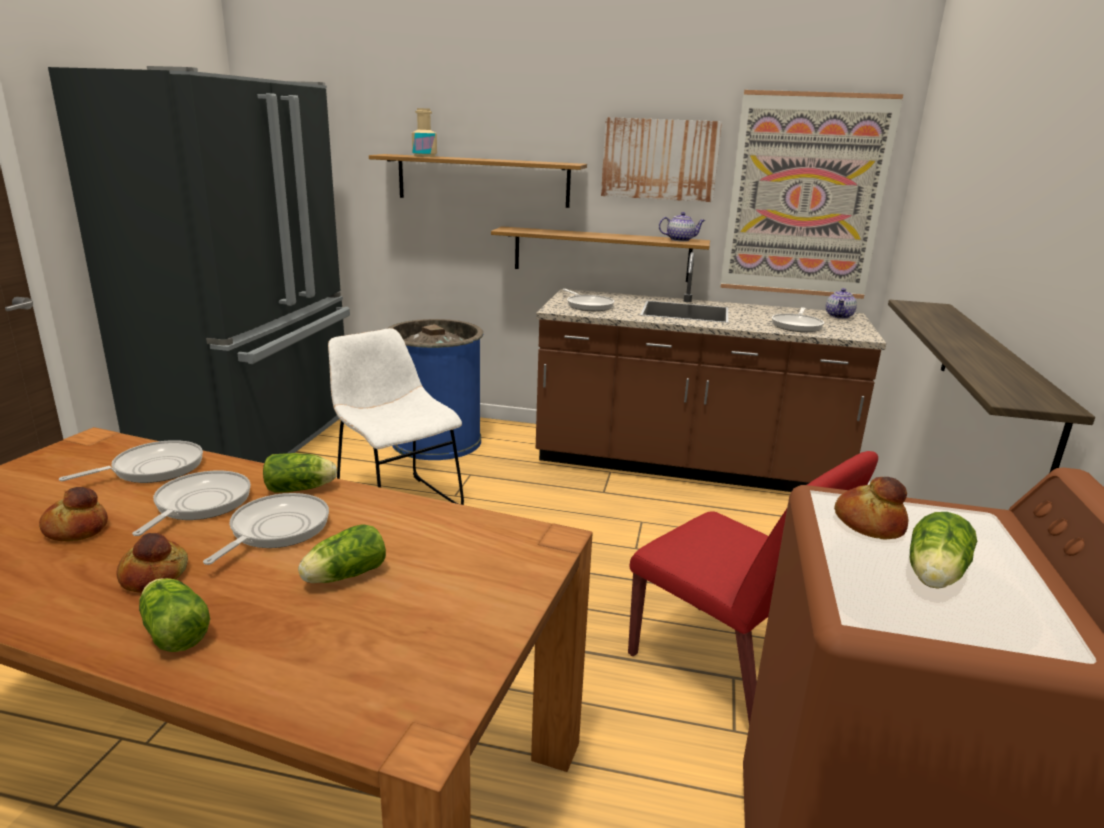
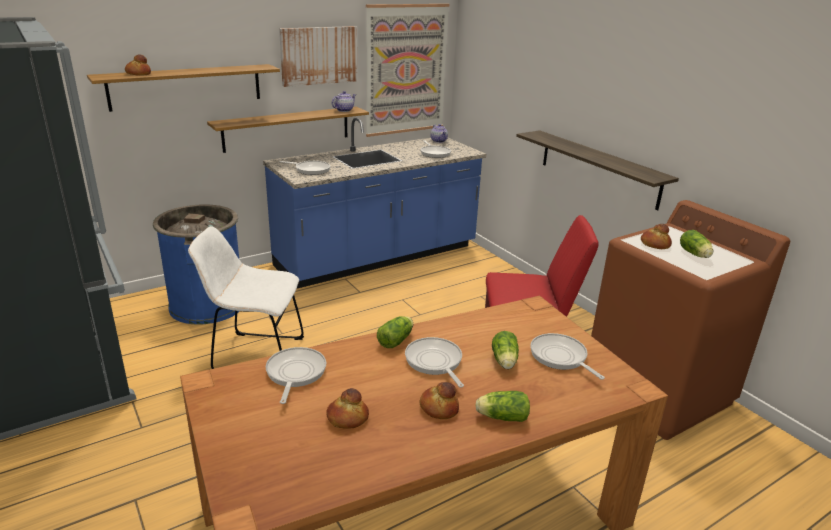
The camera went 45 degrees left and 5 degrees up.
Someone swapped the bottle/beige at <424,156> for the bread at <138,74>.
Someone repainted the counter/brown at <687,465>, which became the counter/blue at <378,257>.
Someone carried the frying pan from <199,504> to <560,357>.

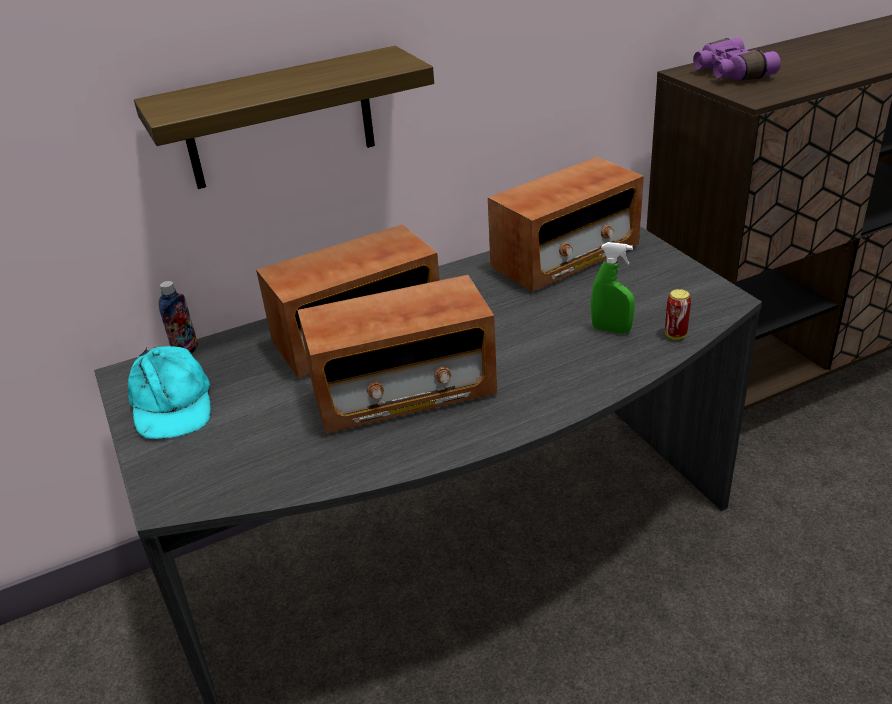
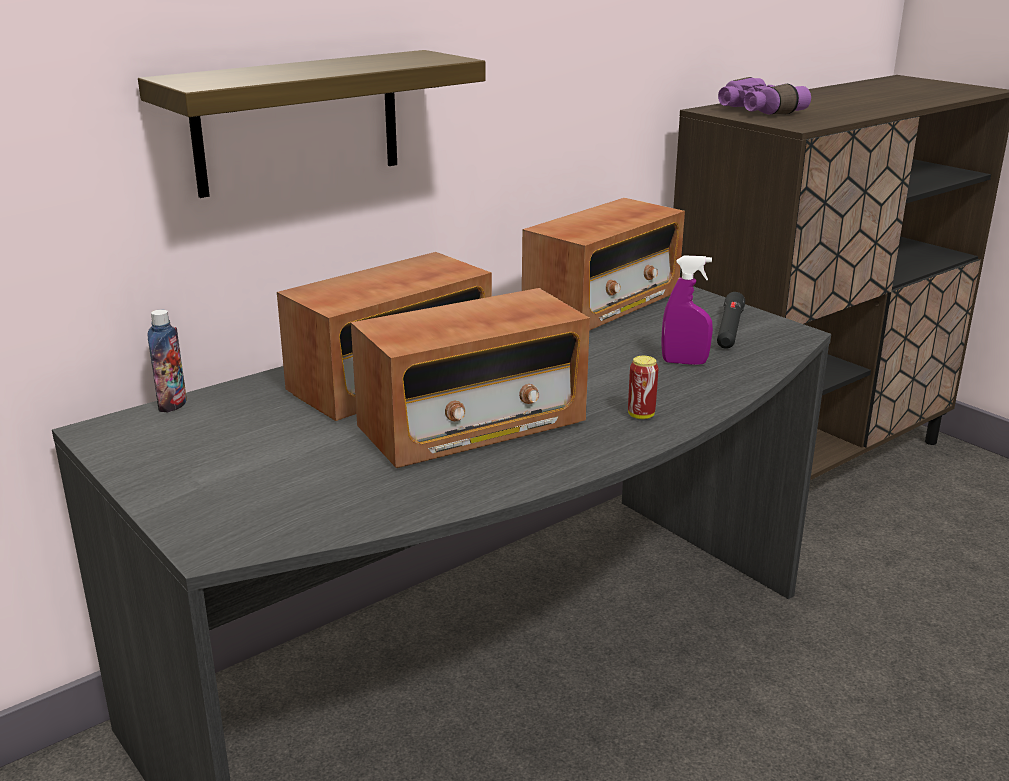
The camera went 15 degrees left and 10 degrees down.
Someone repainted the spray bottle/green at <611,329>, which became the spray bottle/purple at <684,362>.
Someone carried the can from <675,335> to <641,415>.
Someone took away the cap/turquoise at <172,404>.
Someone put down the flashlight/black at <729,330>.

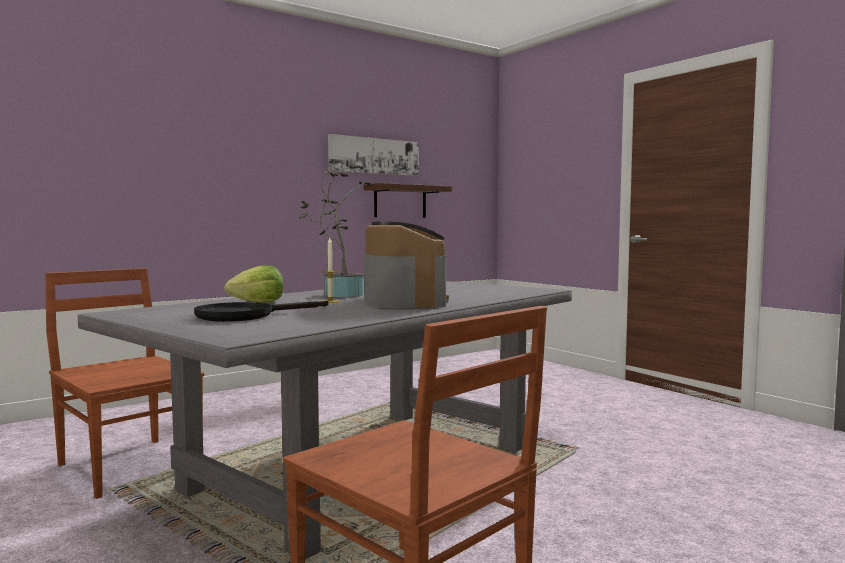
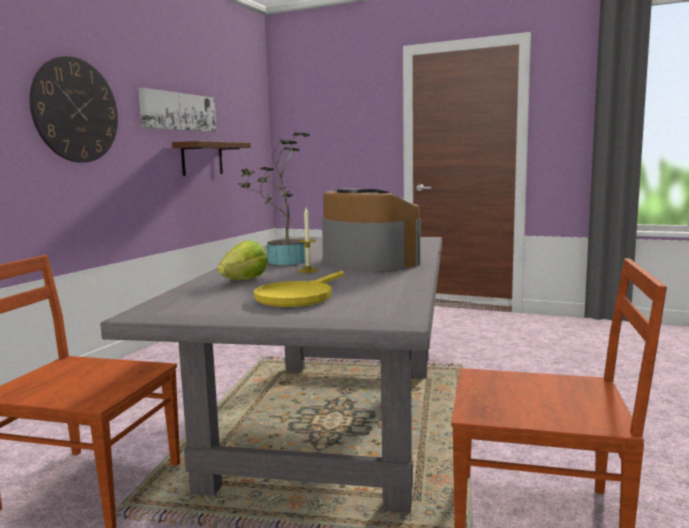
The camera went 30 degrees left and 5 degrees up.
Someone repainted the frying pan/black at <245,316>, which became the frying pan/yellow at <299,296>.
Someone put up the wall clock at <76,110>.

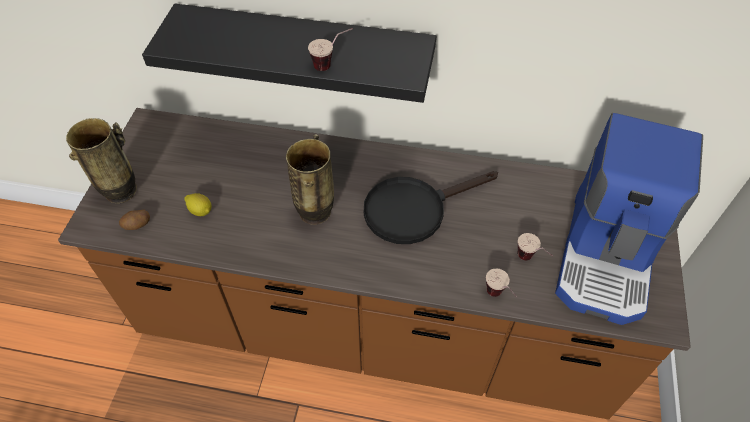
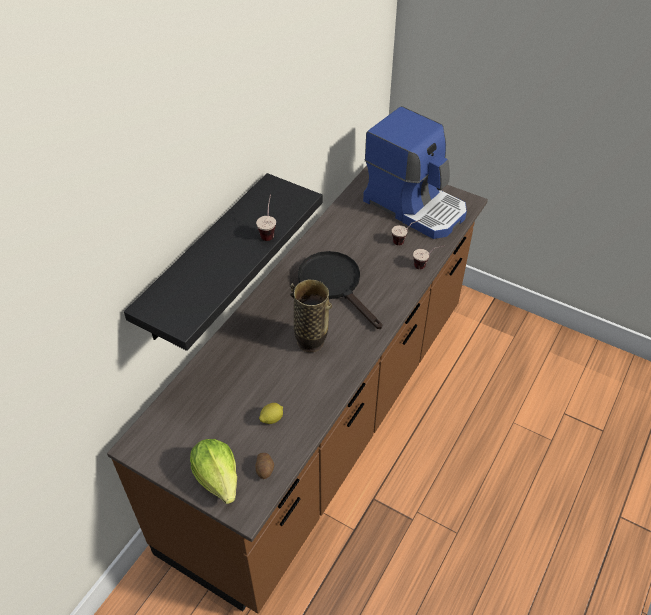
The camera went 70 degrees left and 5 degrees down.
Someone swapped the vase at <121,192> for the lettuce at <218,478>.
Someone rotated the frying pan/black at <414,209> by 150 degrees clockwise.

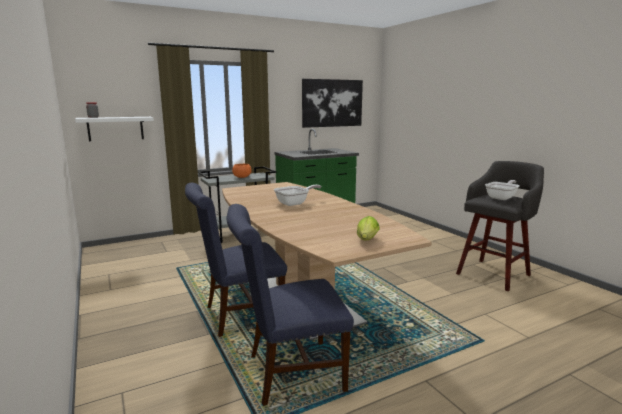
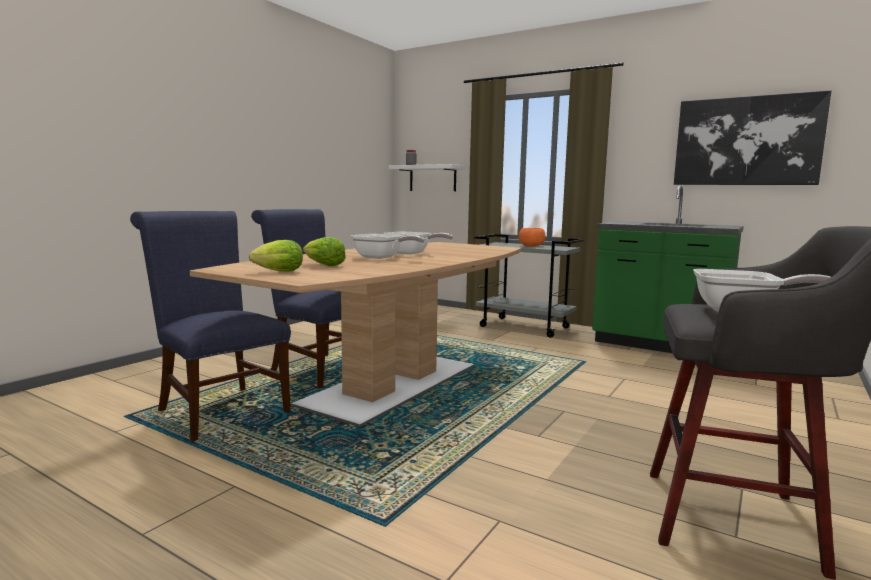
The camera went 60 degrees right and 5 degrees down.
Someone put down the frying pan at <382,258>.
Someone put down the lettuce at <323,265>.

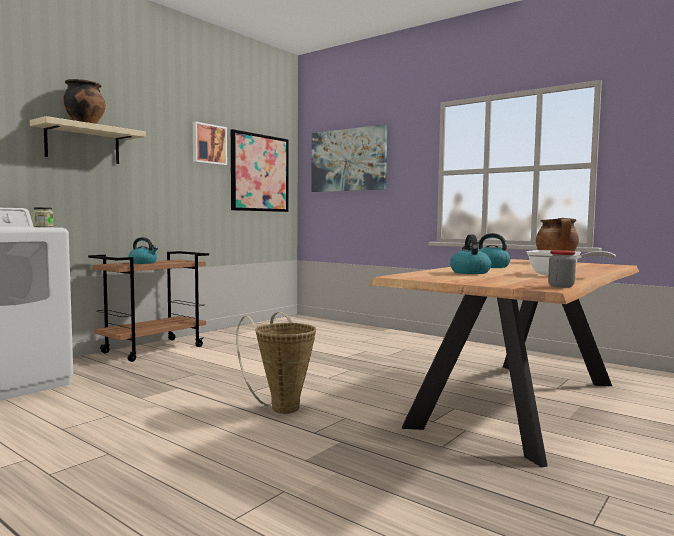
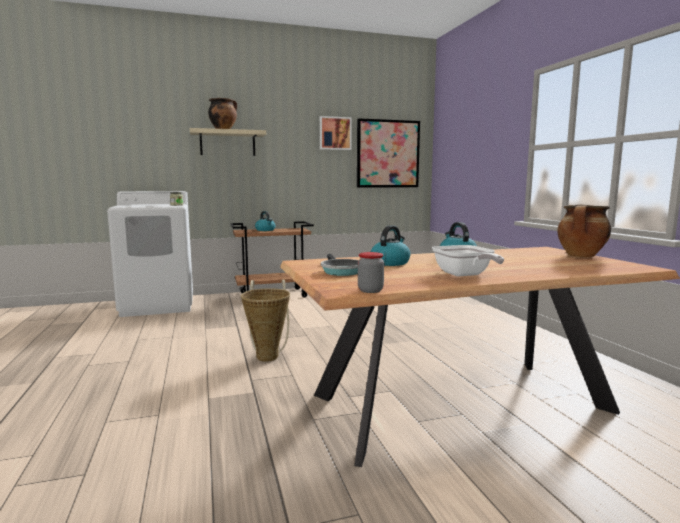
The camera went 35 degrees right and 5 degrees up.
Someone took away the picture at <348,160>.
Someone put down the frying pan at <340,271>.

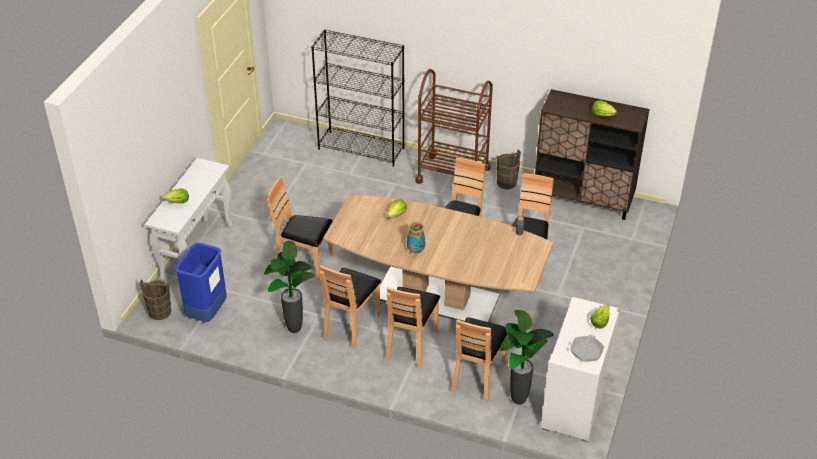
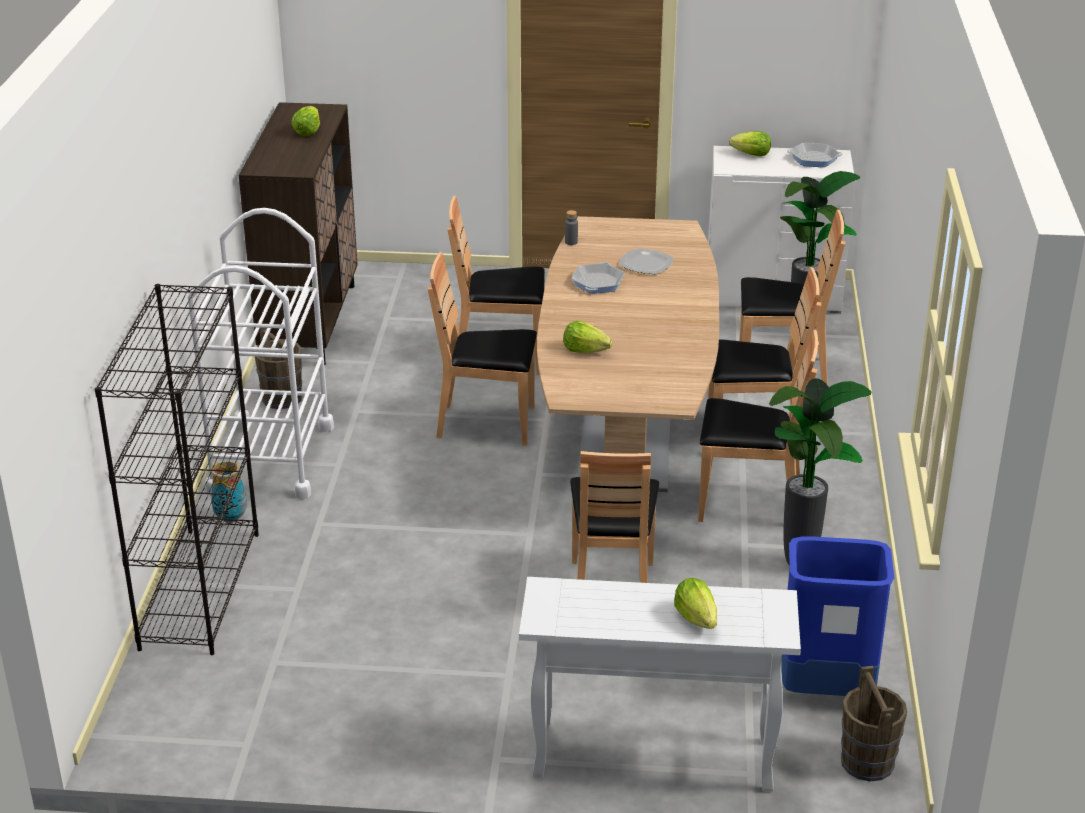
The camera went 105 degrees left and 10 degrees down.
Someone repainted the cart/brown at <453,175>, which became the cart/white at <271,458>.
Someone carried the vase from <416,250> to <230,518>.
Someone put down the plate at <646,264>.
Someone put down the frying pan at <598,283>.

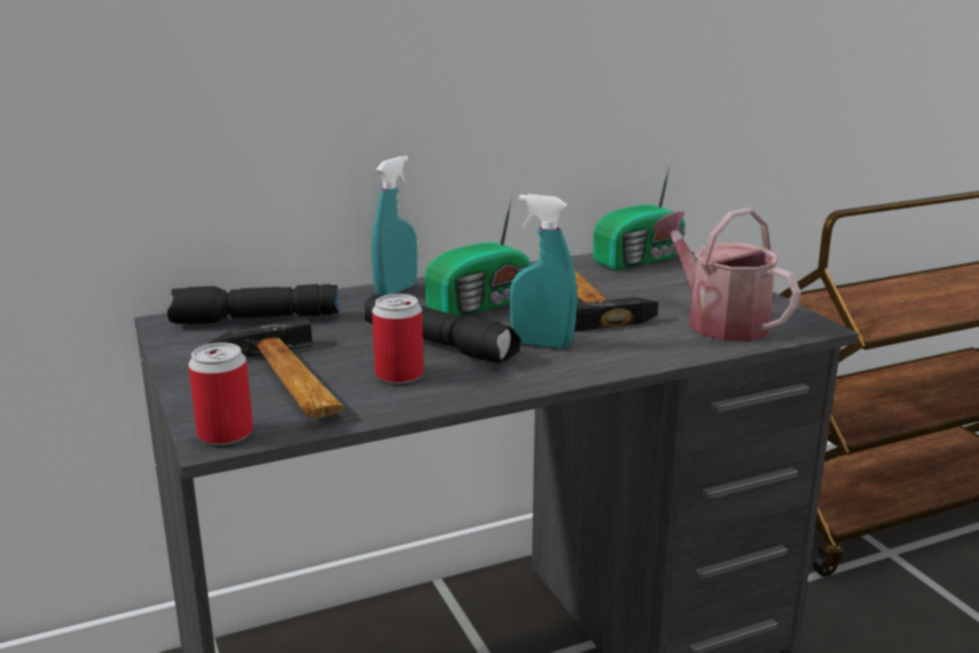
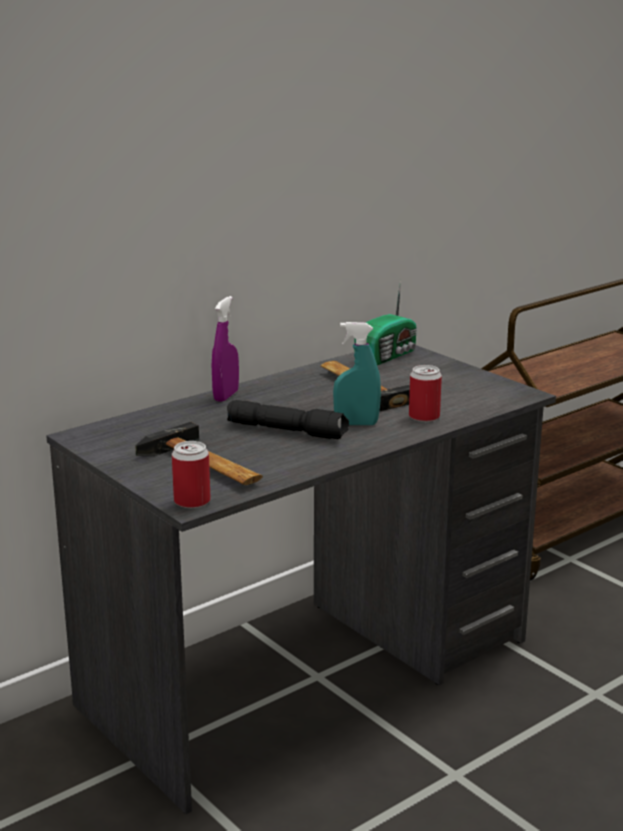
The camera went 15 degrees left and 0 degrees up.
Someone repainted the spray bottle/turquoise at <396,290>, which became the spray bottle/purple at <226,396>.
Someone took away the radio at <483,304>.
Someone took away the watering can at <719,321>.
Someone took away the flashlight/black at <254,320>.
Someone carried the can from <399,375> to <424,417>.

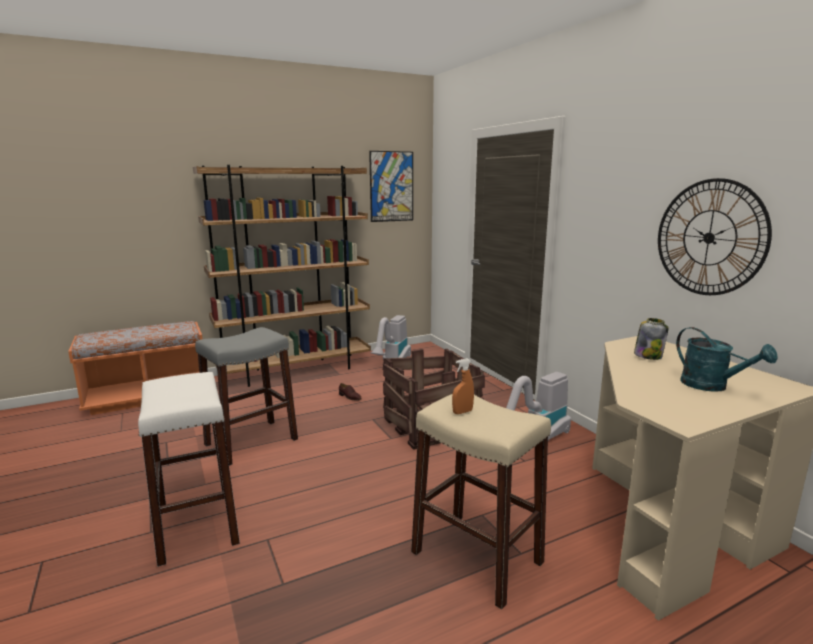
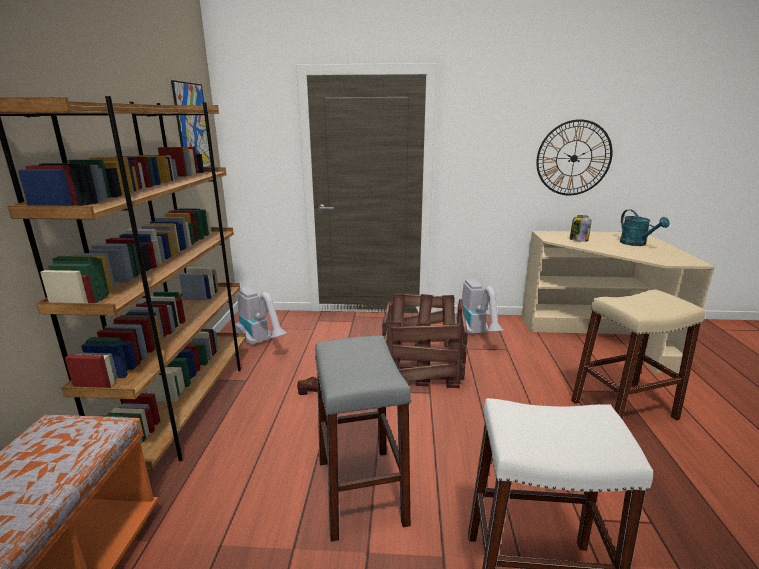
The camera went 60 degrees left and 5 degrees up.
Someone rotated the watering can/turquoise at <712,386> by 75 degrees clockwise.
Someone took away the spray bottle/orange at <462,412>.

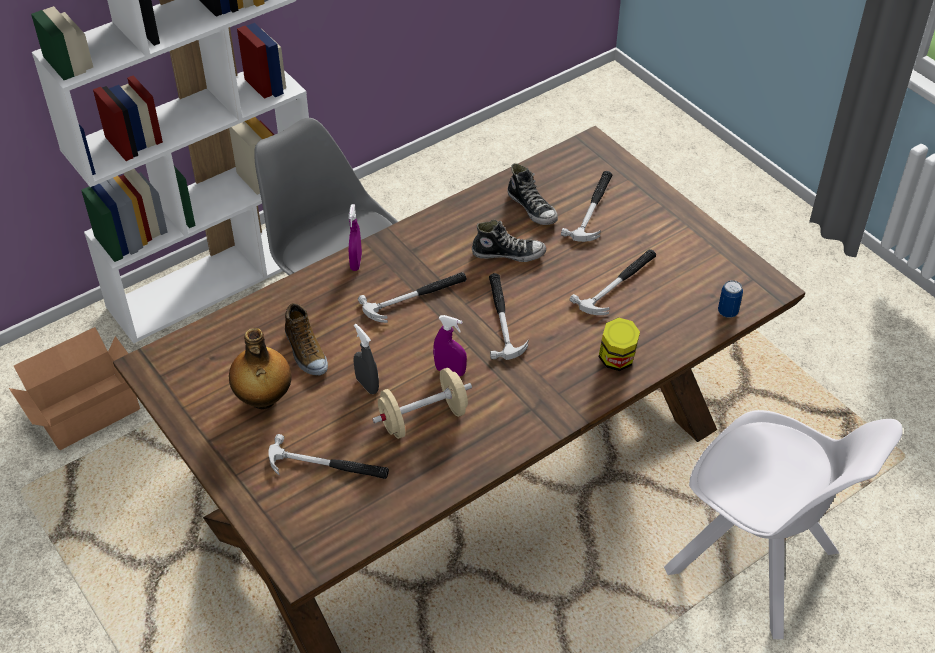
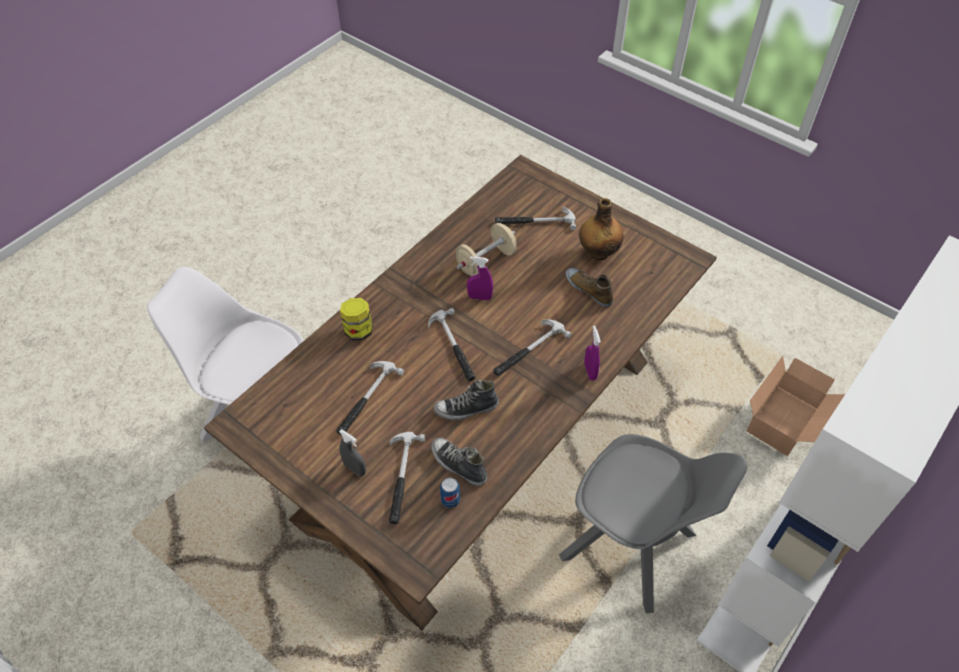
The camera went 165 degrees right and 5 degrees up.
Someone carried the can from <727,312> to <450,500>.
Someone carried the spray bottle/grey from <367,385> to <355,469>.

